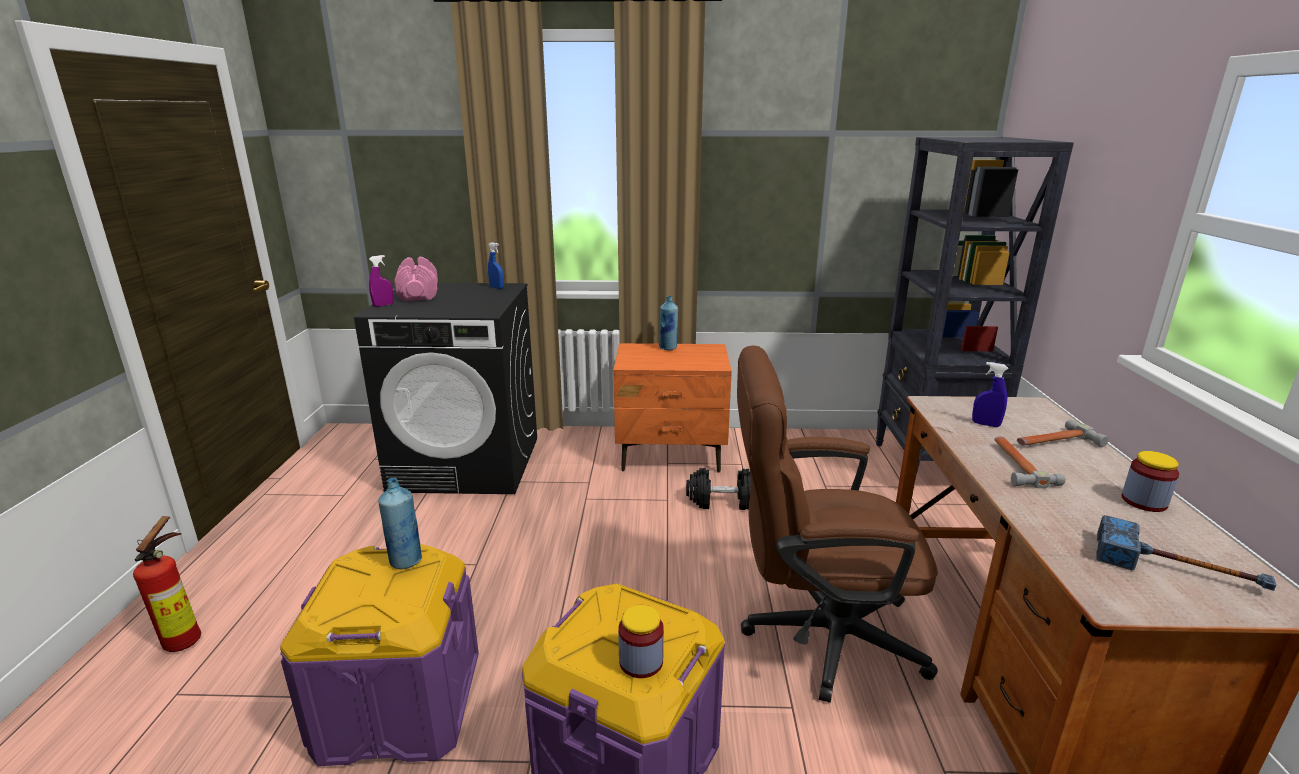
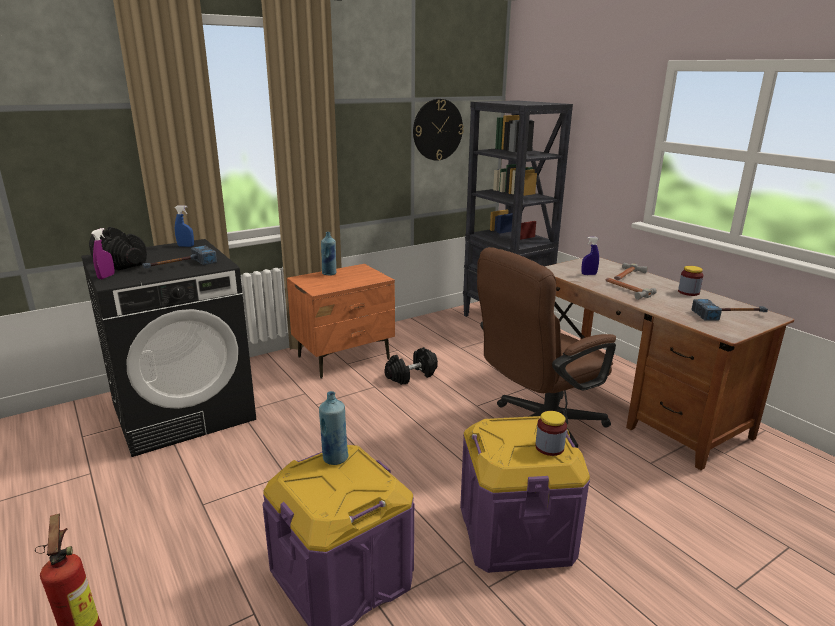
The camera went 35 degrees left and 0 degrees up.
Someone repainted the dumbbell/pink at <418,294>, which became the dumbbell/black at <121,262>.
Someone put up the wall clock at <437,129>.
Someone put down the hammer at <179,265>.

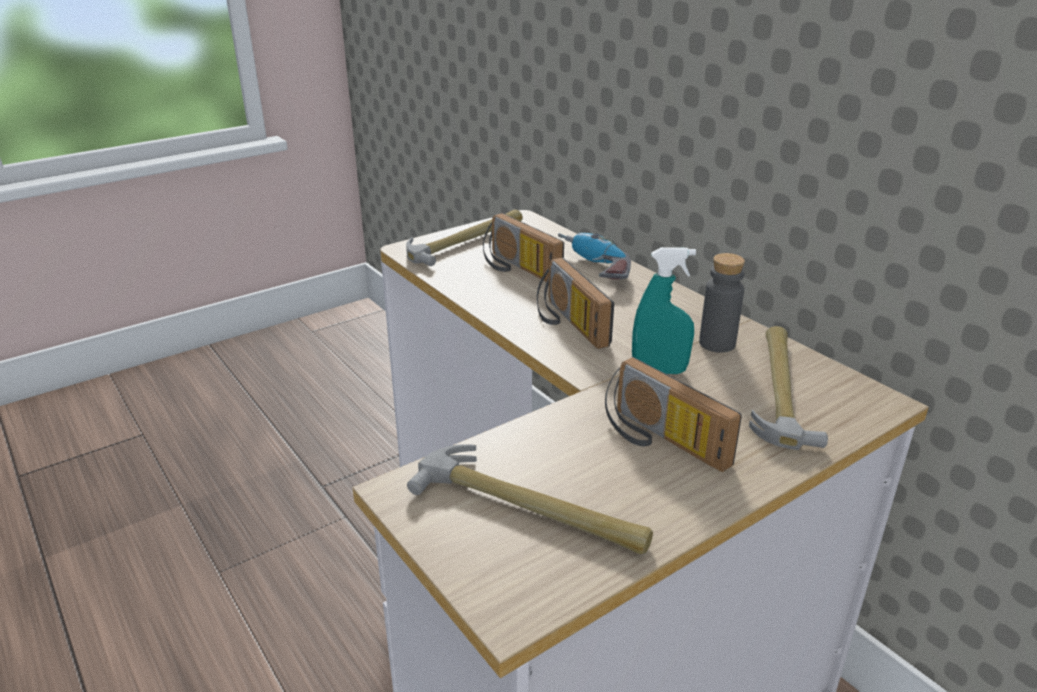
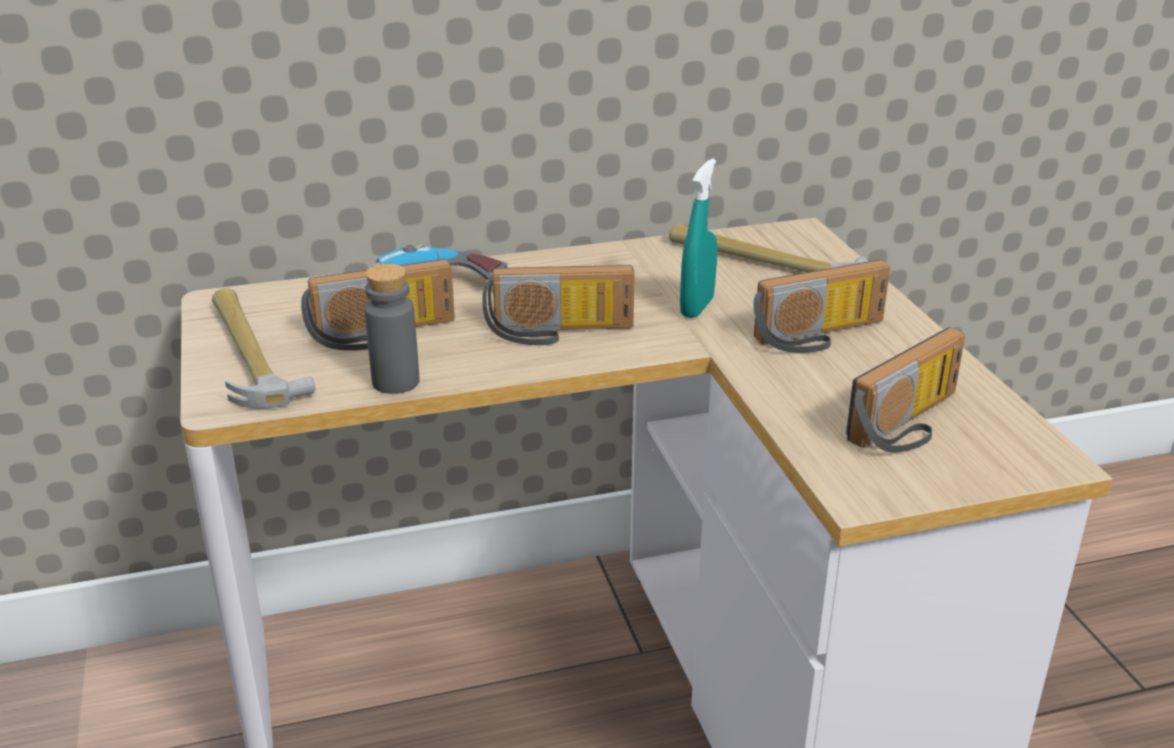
The camera went 70 degrees left and 0 degrees up.
Someone carried the bottle/grey from <717,343> to <396,382>.
Someone swapped the hammer at <529,509> for the radio at <911,424>.

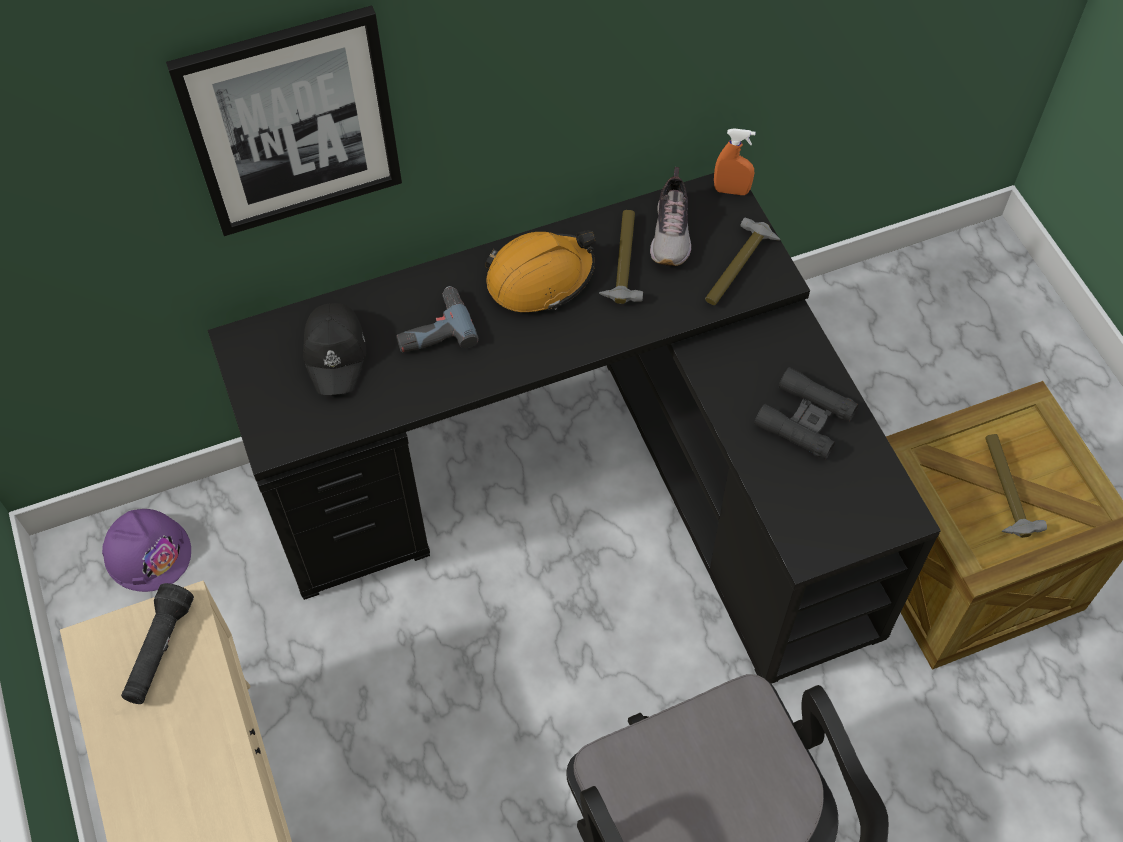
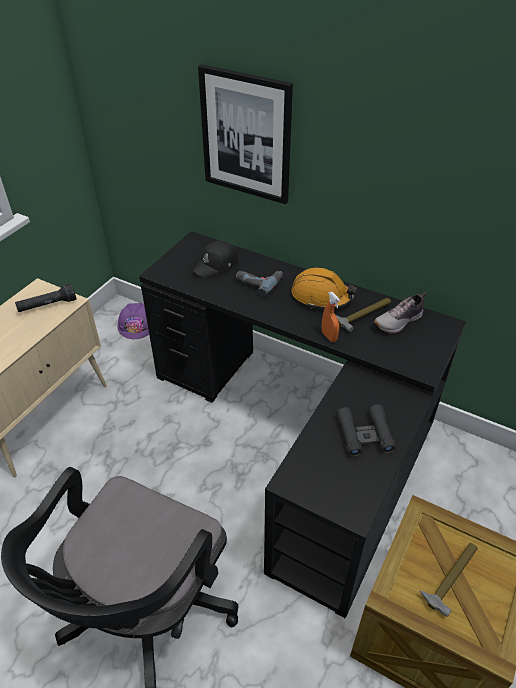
The camera went 50 degrees right and 15 degrees down.
Someone carried the spray bottle/orange from <731,190> to <329,336>.
Someone took away the hammer at <737,268>.

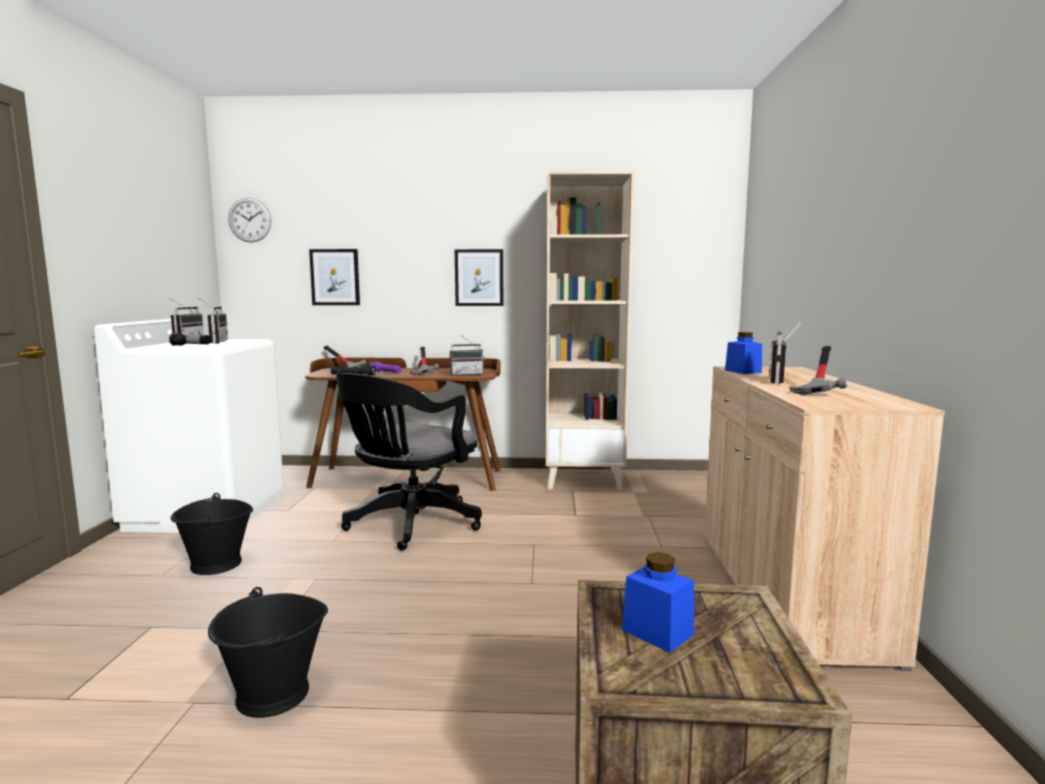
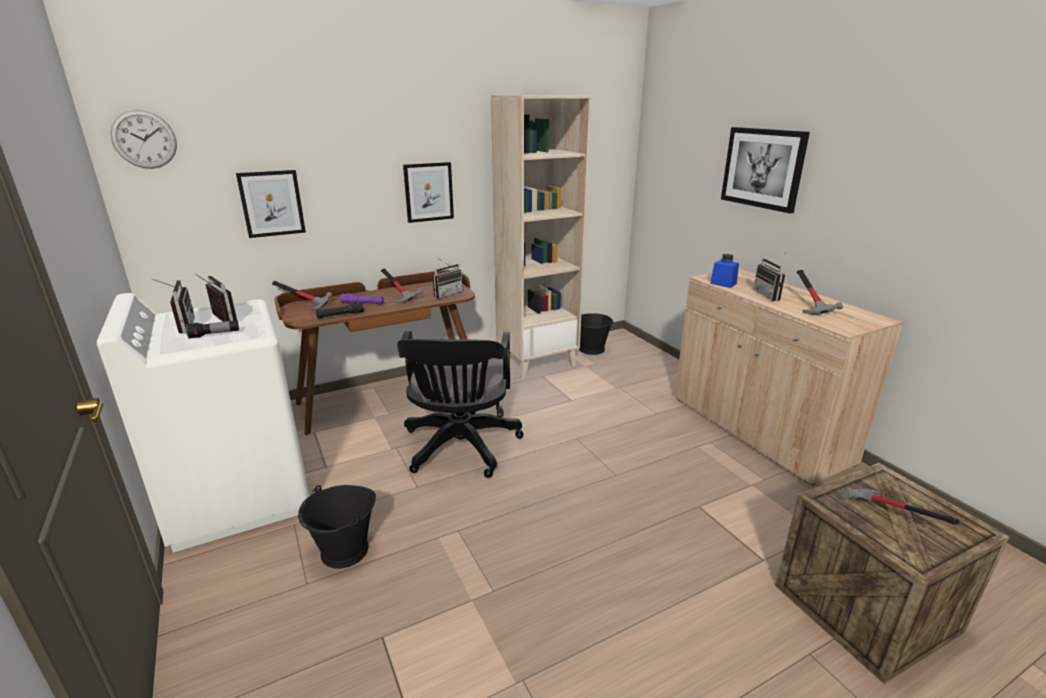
The camera went 30 degrees left and 15 degrees up.
Someone swapped the jar/blue at <657,632> for the hammer at <886,519>.
Someone carried the bucket/black from <272,695> to <592,349>.
Someone put up the picture at <763,168>.

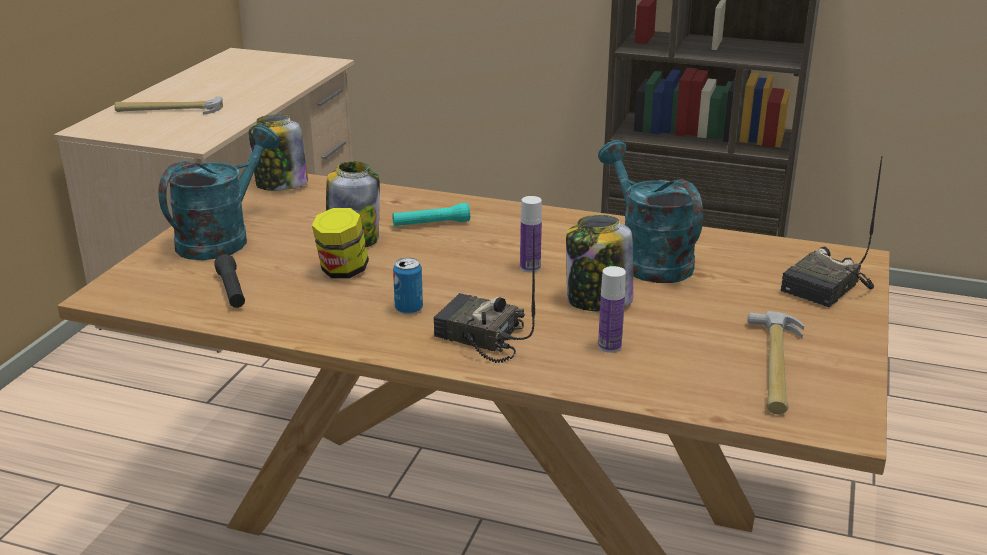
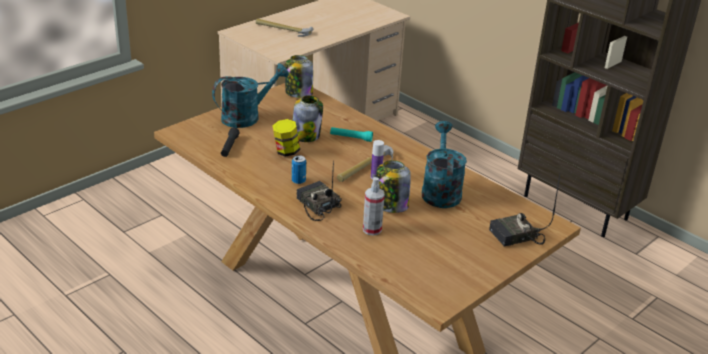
The camera went 25 degrees right and 5 degrees up.
Someone swapped the bottle at <609,346> for the spray bottle at <372,229>.
Someone carried the hammer from <774,366> to <364,166>.

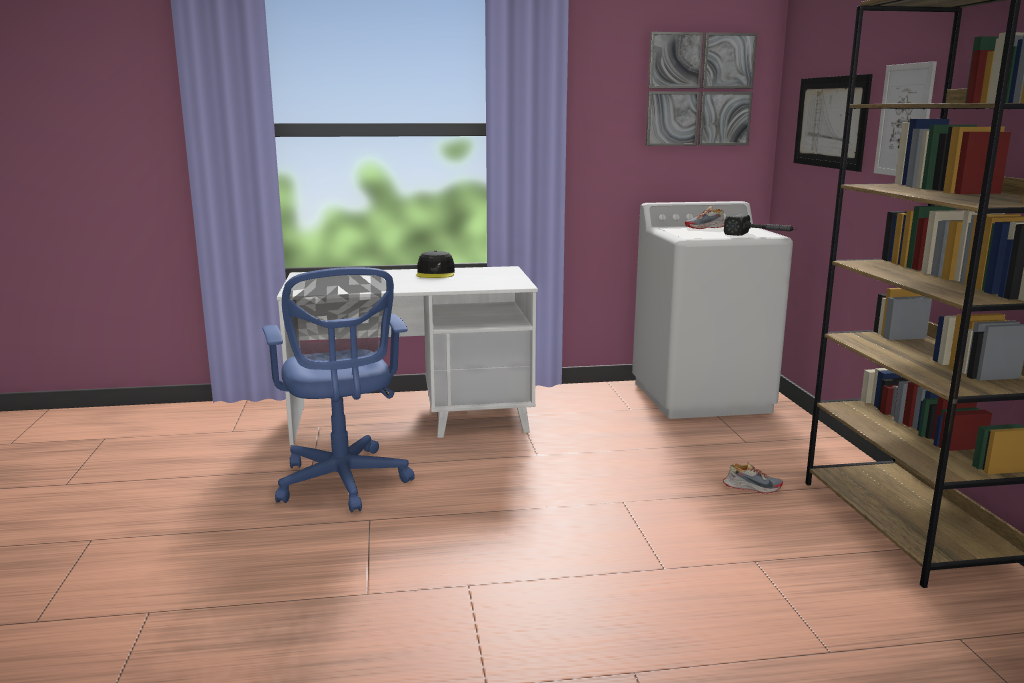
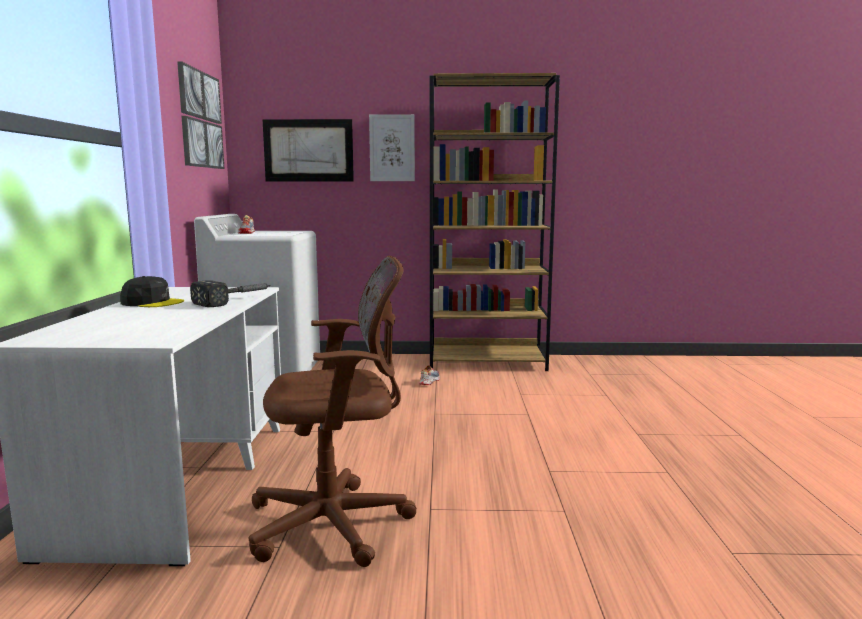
The camera went 80 degrees left and 5 degrees down.
Someone carried the hammer from <761,235> to <237,300>.
Someone repainted the office chair/blue at <343,483>, which became the office chair/brown at <337,524>.

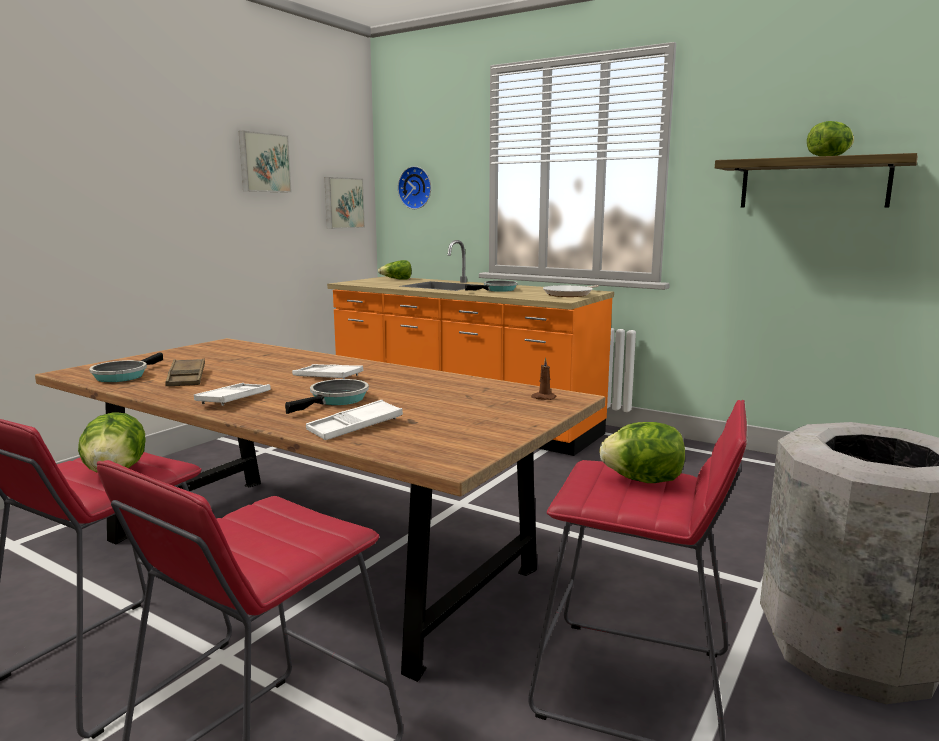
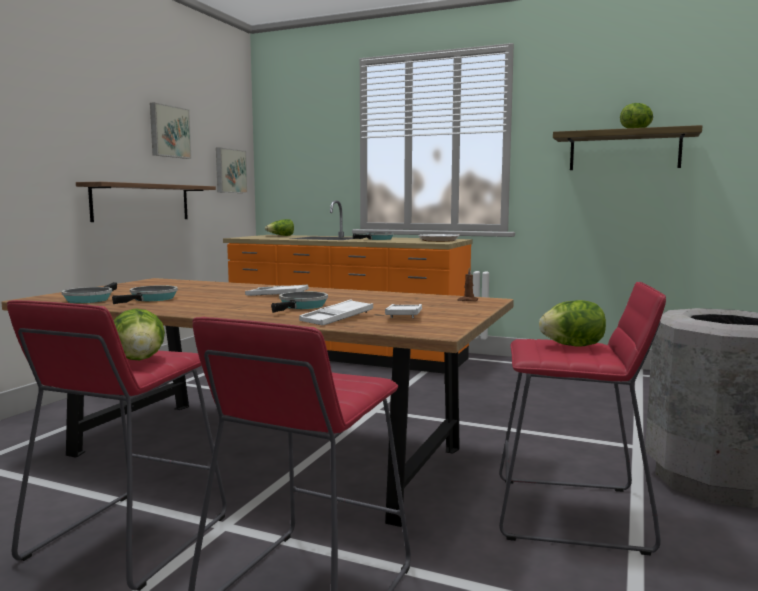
The camera went 10 degrees left and 5 degrees down.
Someone took away the wall clock at <416,188>.
Someone swapped the tray/brown at <186,378> for the frying pan at <151,299>.
Someone carried the tray/white from <234,399> to <404,315>.
Someone put up the shelf at <142,202>.

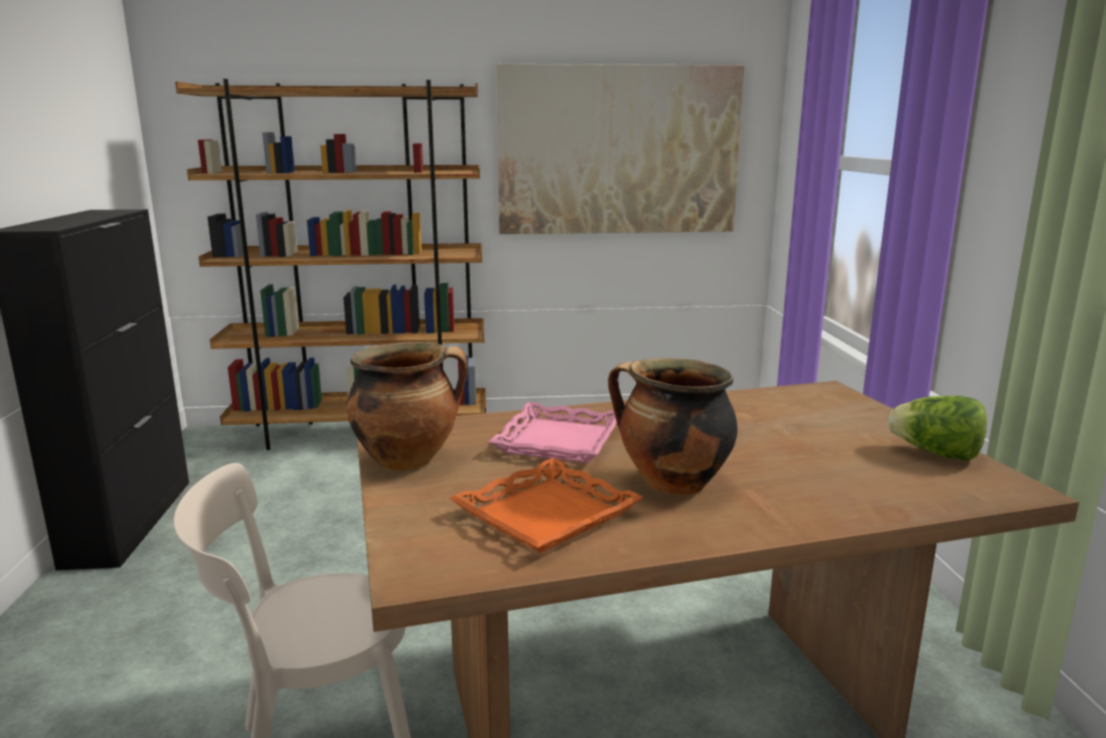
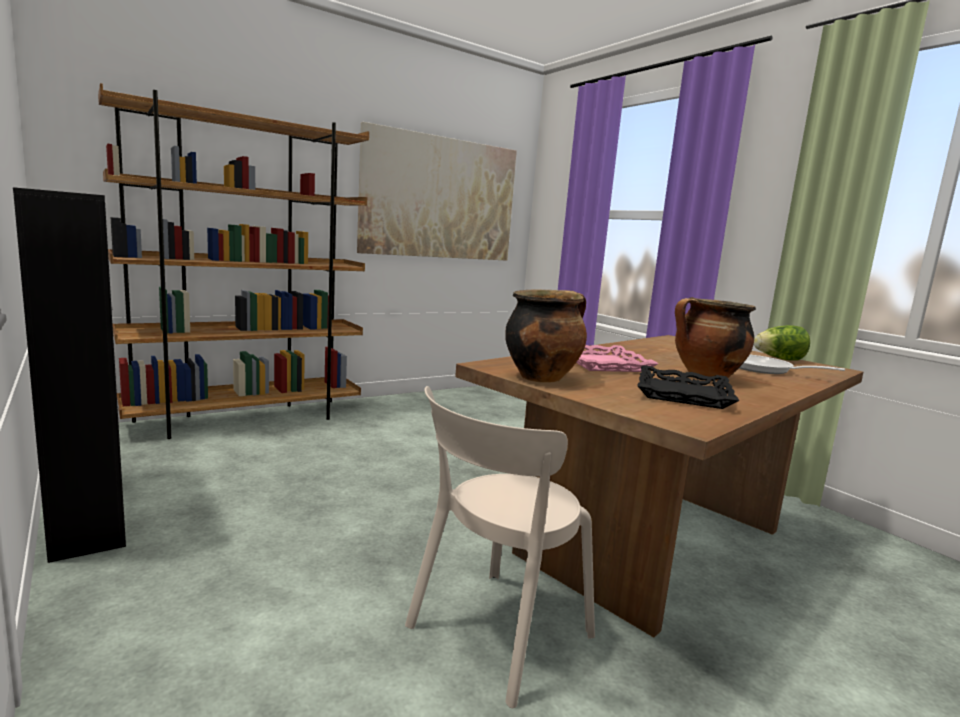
The camera went 30 degrees left and 5 degrees down.
Someone repainted the tray/orange at <547,515>, which became the tray/black at <684,394>.
Someone put down the frying pan at <764,369>.

